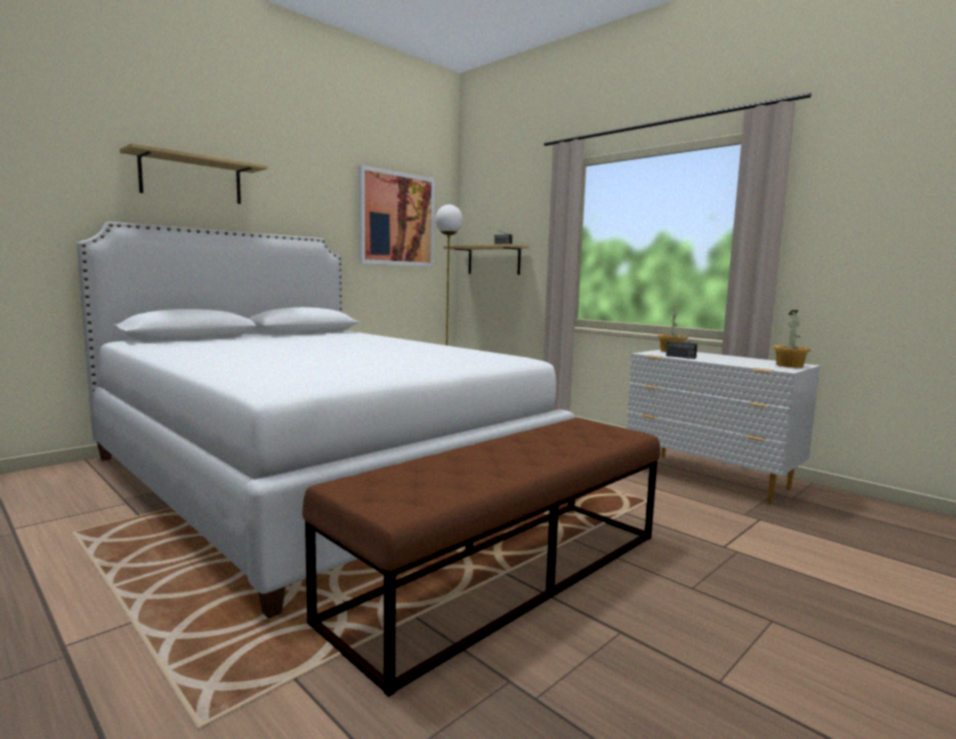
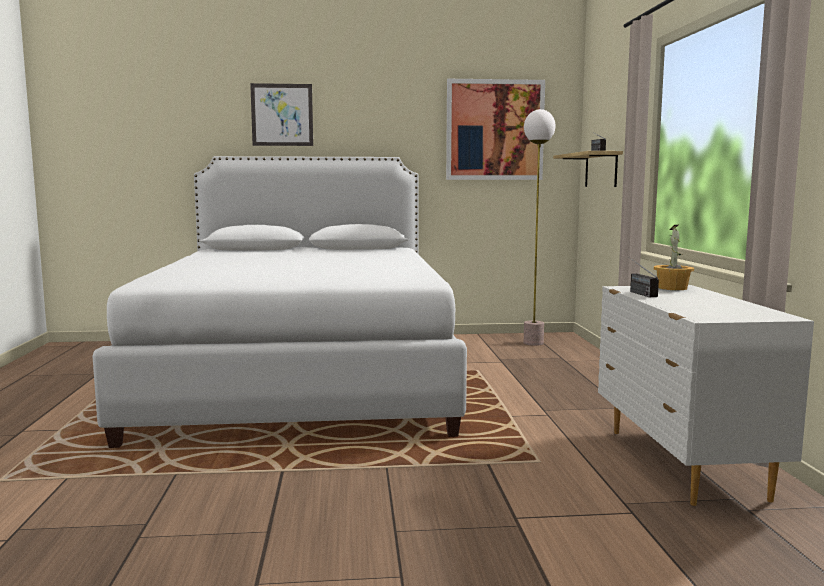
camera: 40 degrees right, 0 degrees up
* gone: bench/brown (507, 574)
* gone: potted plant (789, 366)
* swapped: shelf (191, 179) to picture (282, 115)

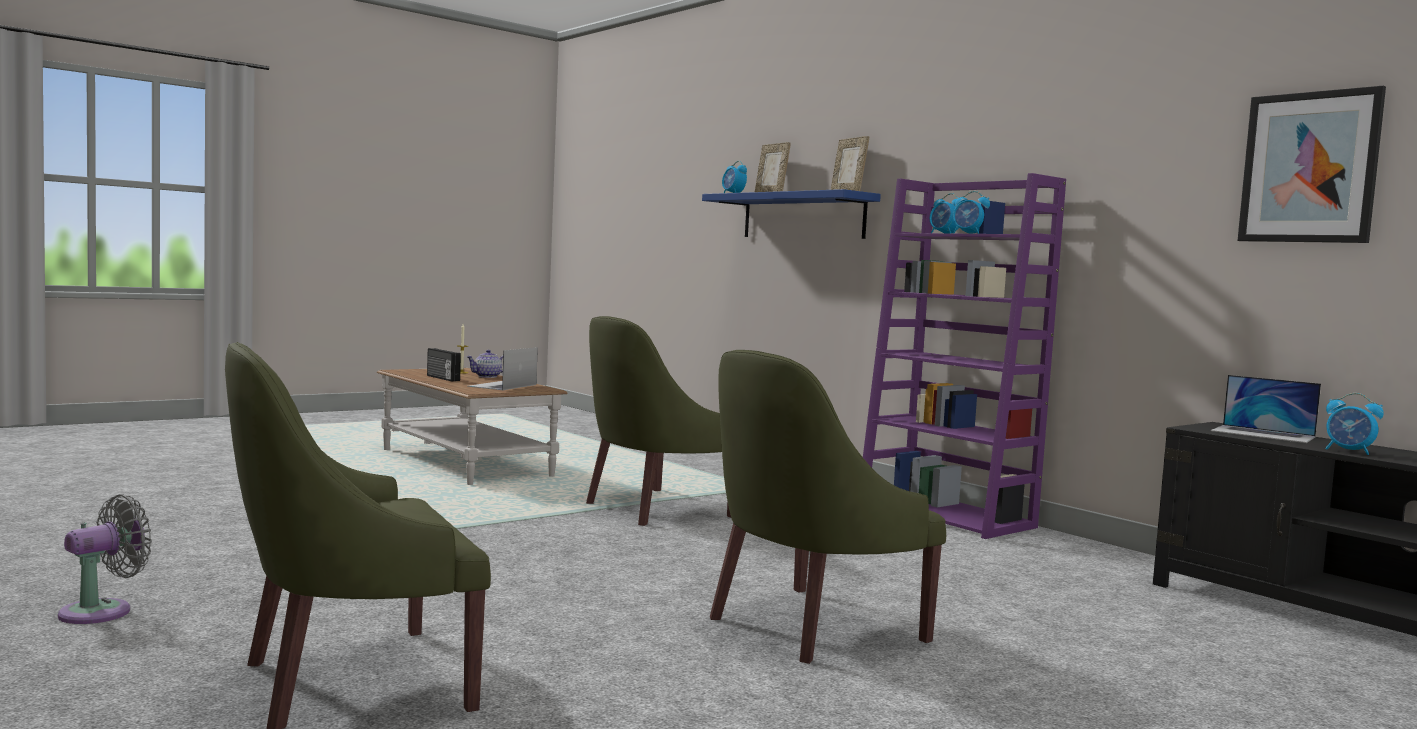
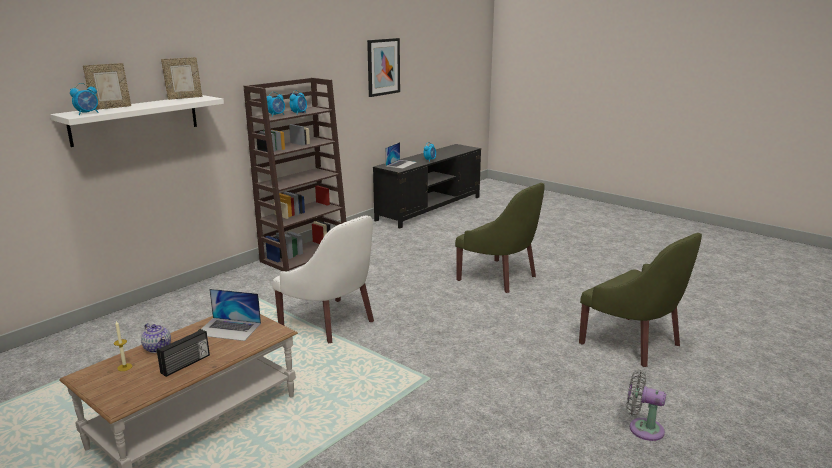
camera: 100 degrees left, 15 degrees up
* repainted: armchair/green (652, 509) to armchair/white (331, 323)
* repainted: shelf/blue (803, 216) to shelf/white (135, 120)
* repainted: bookcase/purple (947, 515) to bookcase/brown (305, 254)

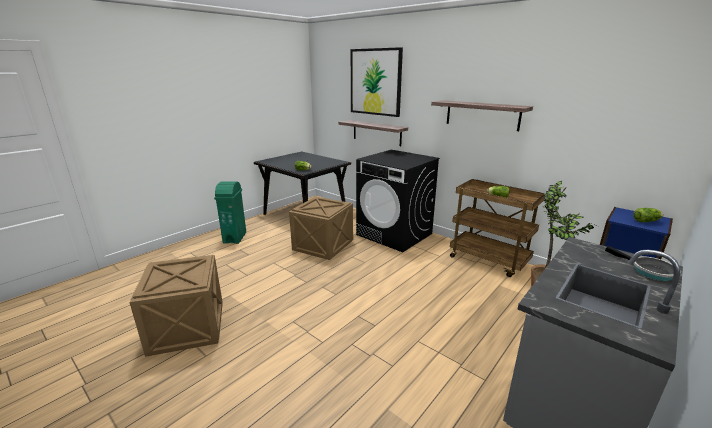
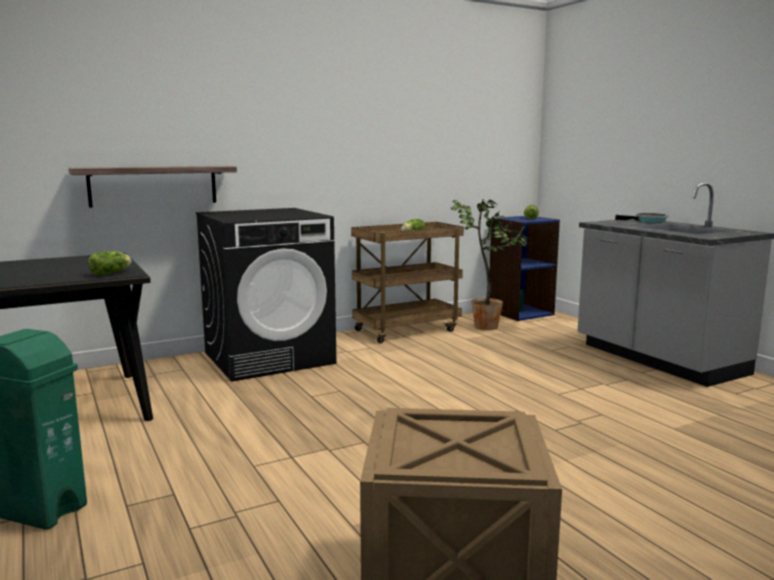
camera: 70 degrees left, 10 degrees down
* gone: crate (323, 245)
* gone: picture (375, 82)
* gone: shelf (482, 115)

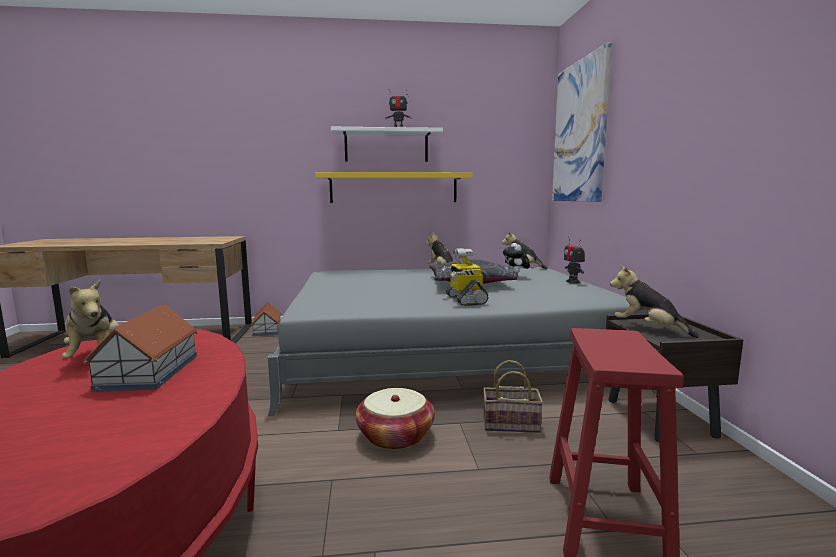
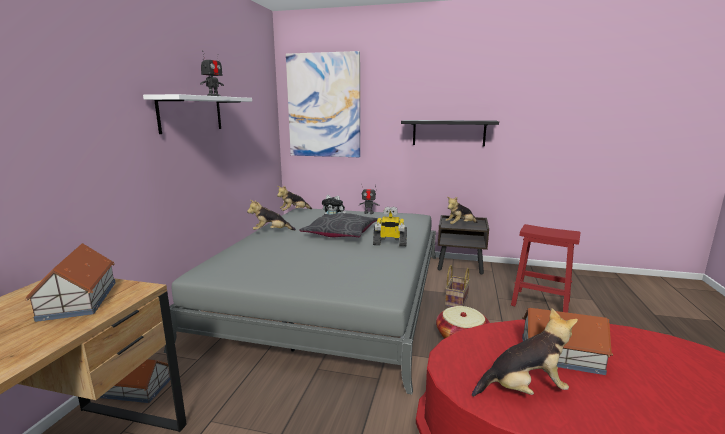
camera: 70 degrees left, 5 degrees up
* gone: shelf/yellow (394, 188)
* new: toy house (79, 299)
* new: shelf/black (448, 133)

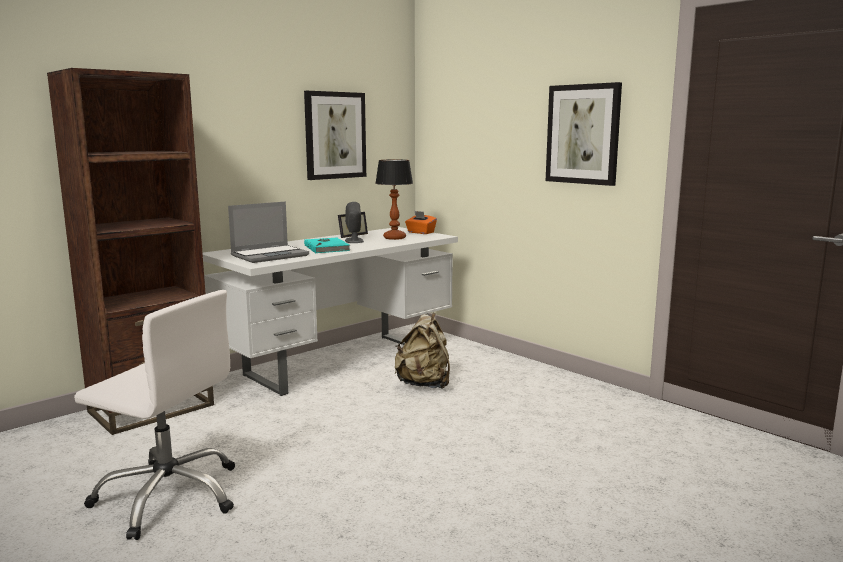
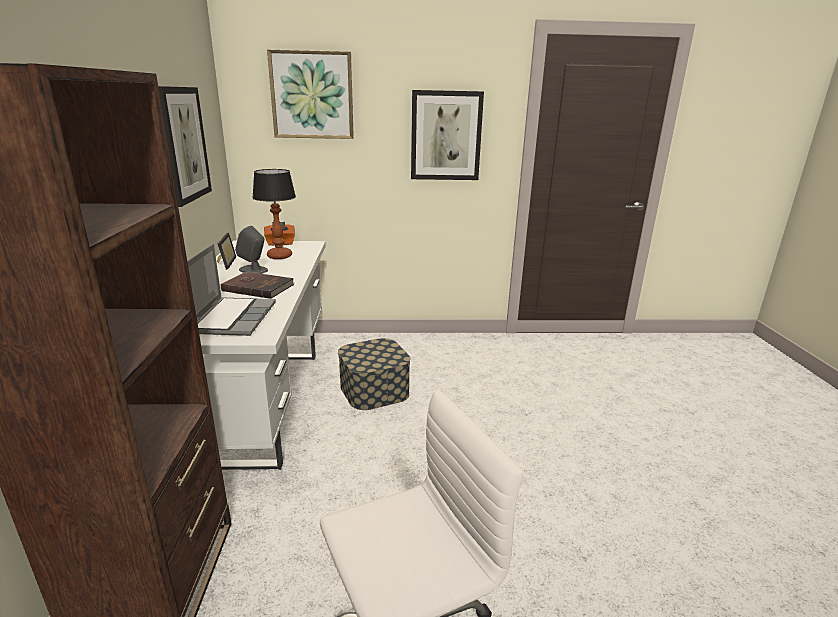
camera: 50 degrees left, 10 degrees up
* new: picture (312, 95)
* swapped: backpack/beige (424, 384) to storage box (374, 390)
* repainted: book/turquoise (327, 248) to book/brown (258, 287)

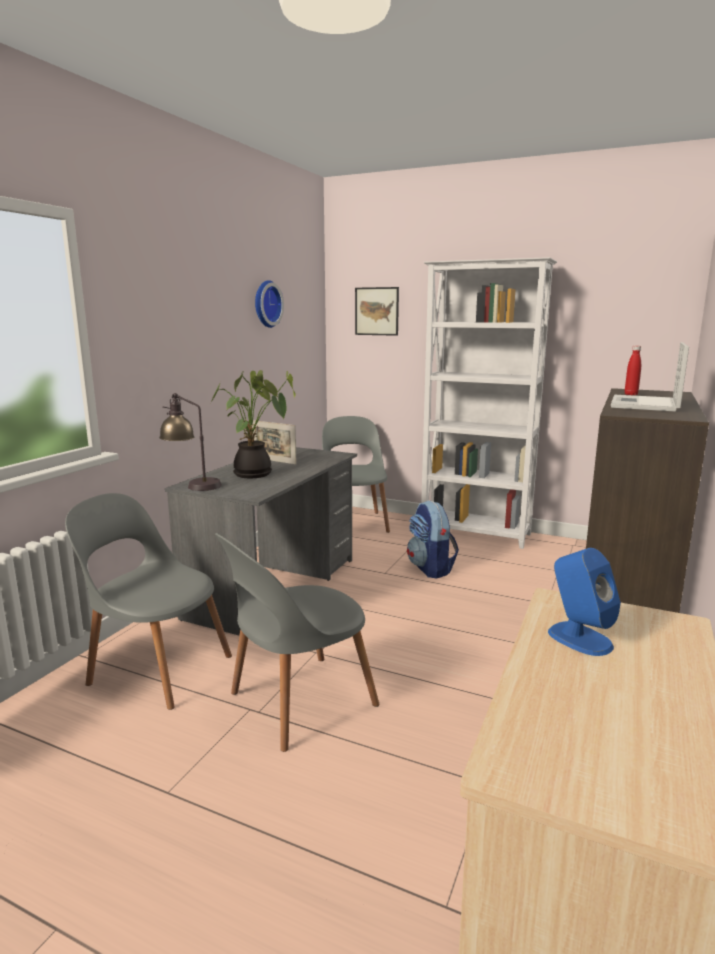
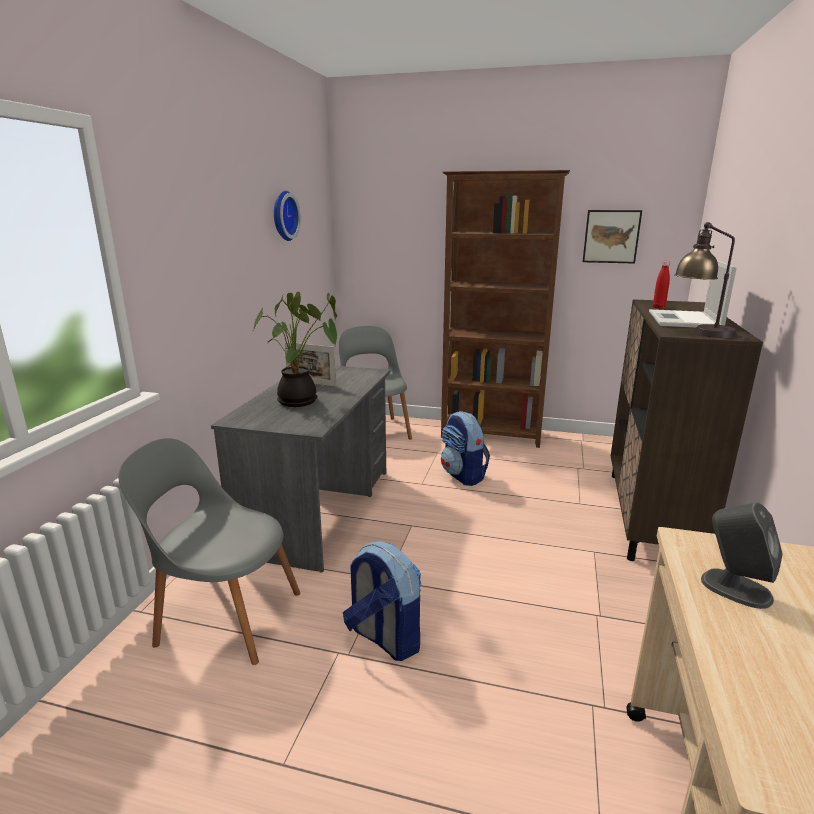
camera: 10 degrees left, 5 degrees up
* shifted: table lamp (192, 485) to (700, 333)
* shifted: picture (376, 311) to (611, 236)
* swapped: chair/grey (297, 702) to backpack (384, 638)
* repainted: bookcase/white (476, 534) to bookcase/brown (492, 435)
* repainted: speaker/blue (579, 638) to speaker/grey (735, 588)

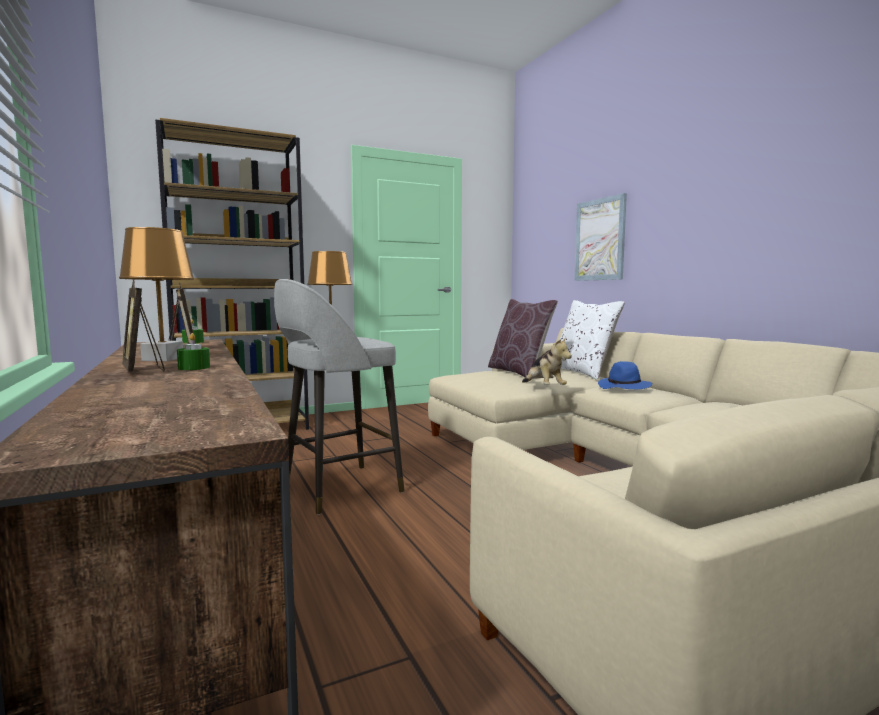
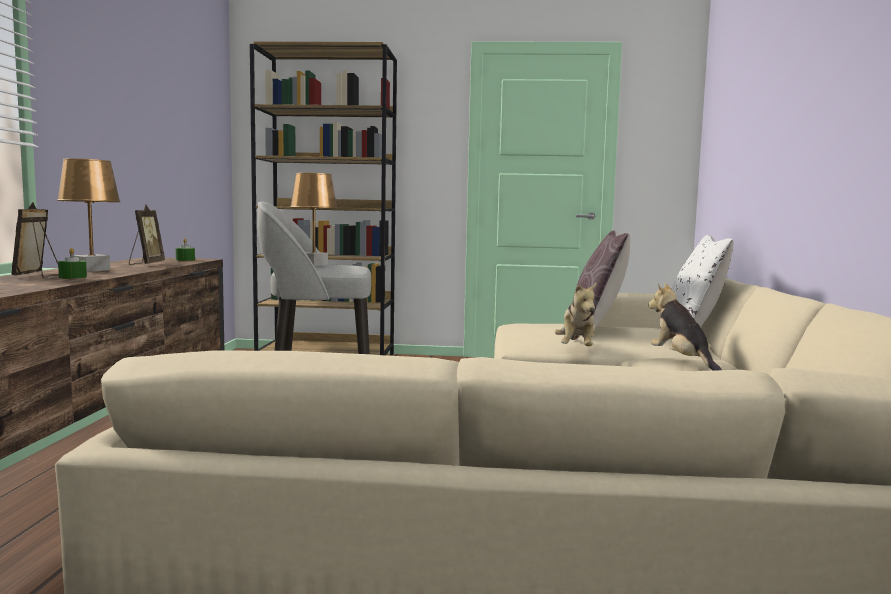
camera: 30 degrees right, 0 degrees up
* gone: picture (600, 239)
* swapped: hat/blue (624, 387) to plush toy (682, 361)

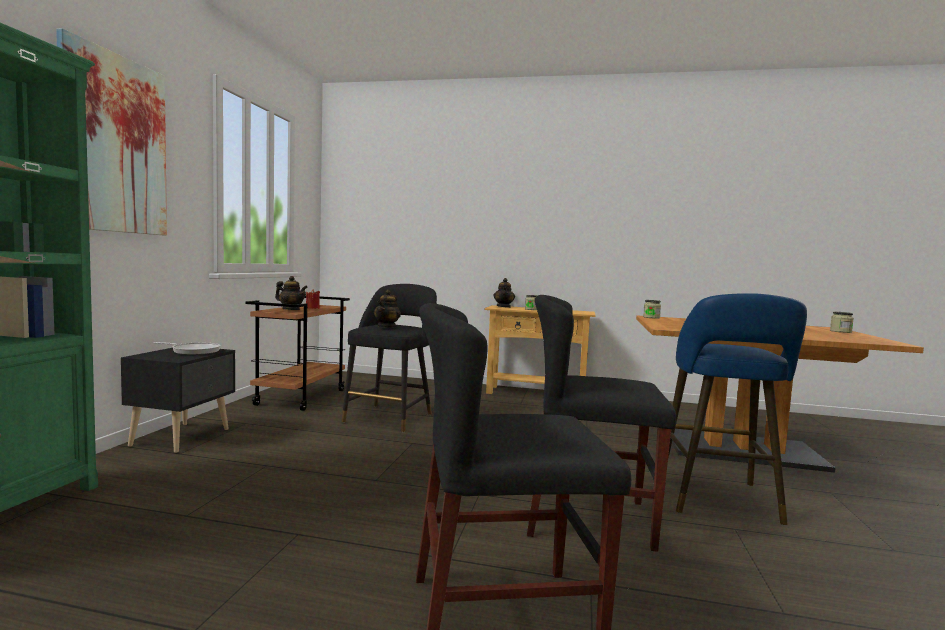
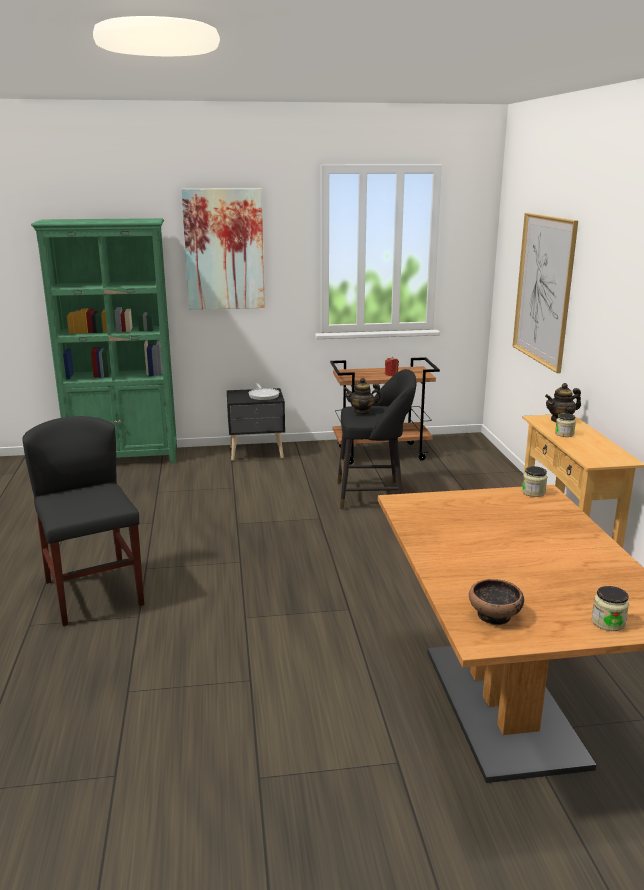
camera: 70 degrees right, 15 degrees up
* gone: teapot (291, 309)
* gone: chair/black (588, 518)
* gone: stool/blue (719, 501)
* new: bowl (495, 615)
* new: picture (544, 290)

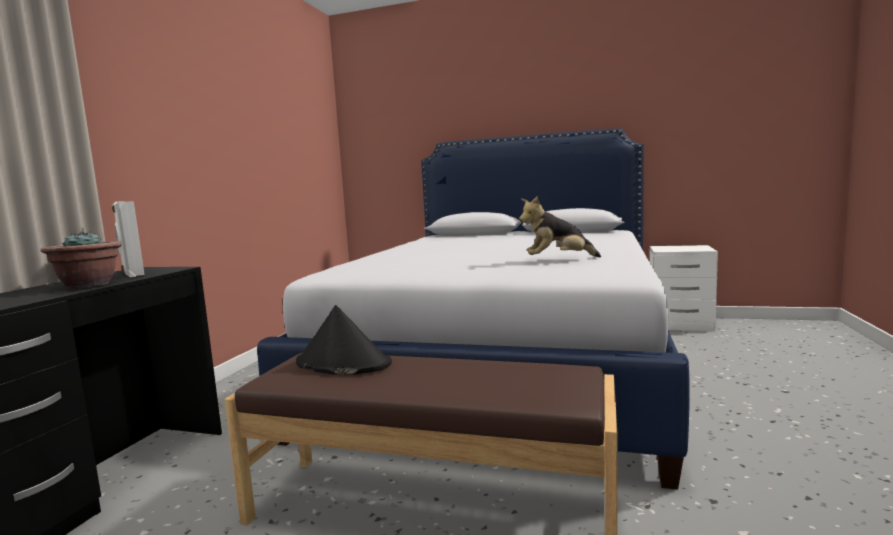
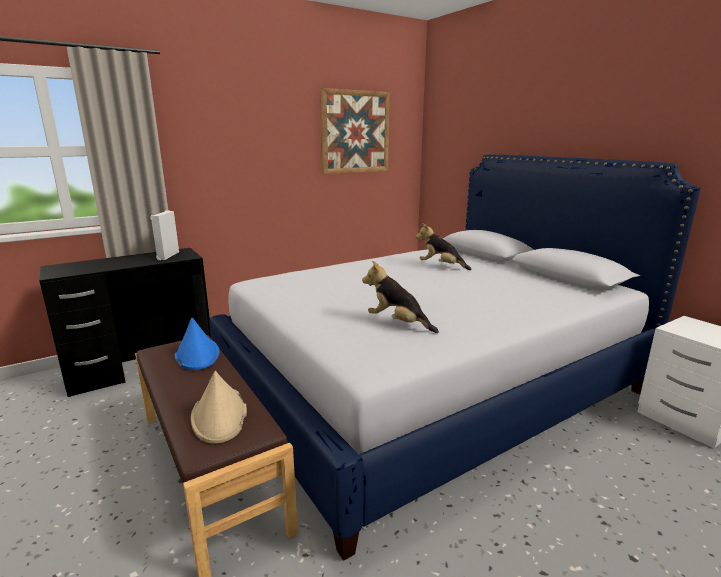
camera: 40 degrees right, 10 degrees up
* gone: potted plant (88, 285)
* new: hat/beige (219, 416)
* new: picture (355, 132)
* new: plush toy (441, 266)
* repainted: hat/black (342, 363) to hat/blue (197, 354)

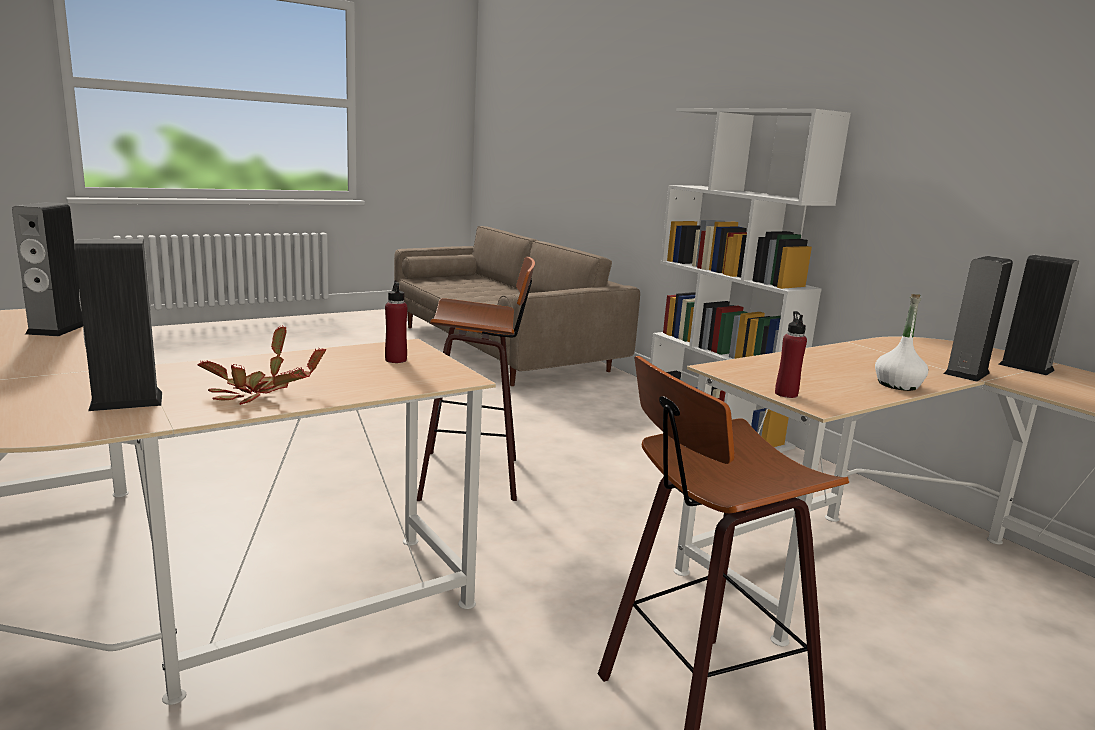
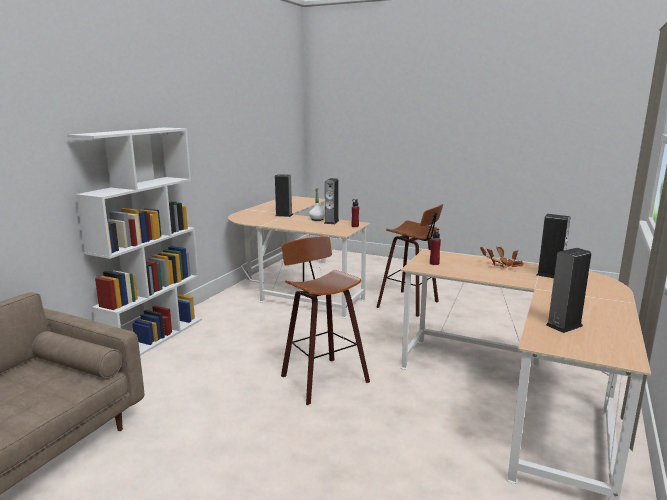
camera: 120 degrees left, 0 degrees up
* shifted: speaker (1026, 367) to (331, 222)

